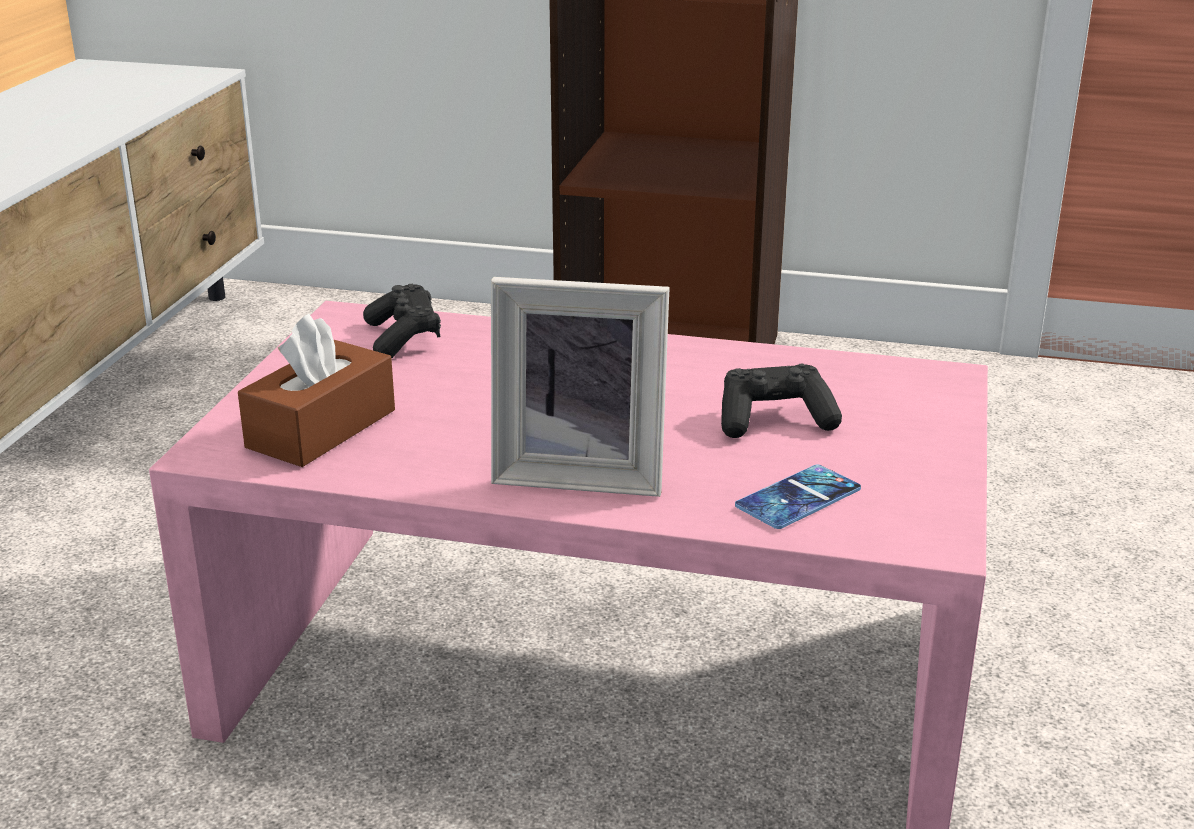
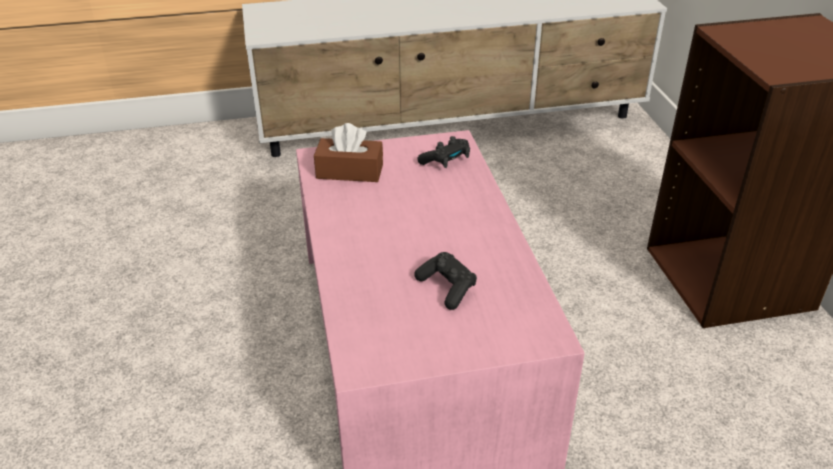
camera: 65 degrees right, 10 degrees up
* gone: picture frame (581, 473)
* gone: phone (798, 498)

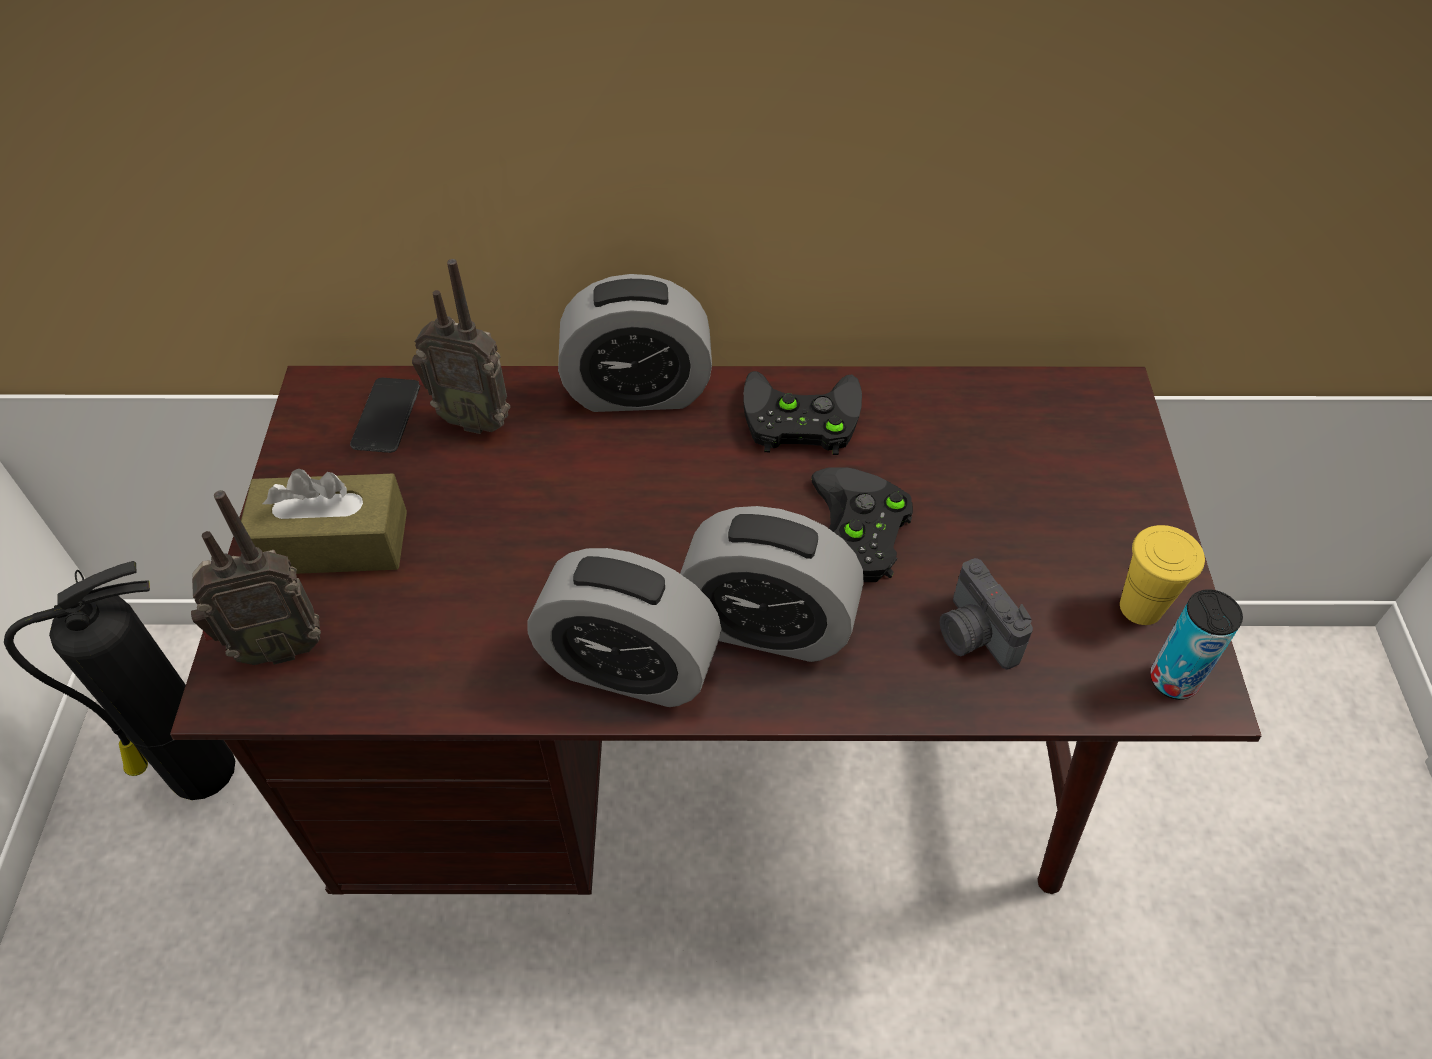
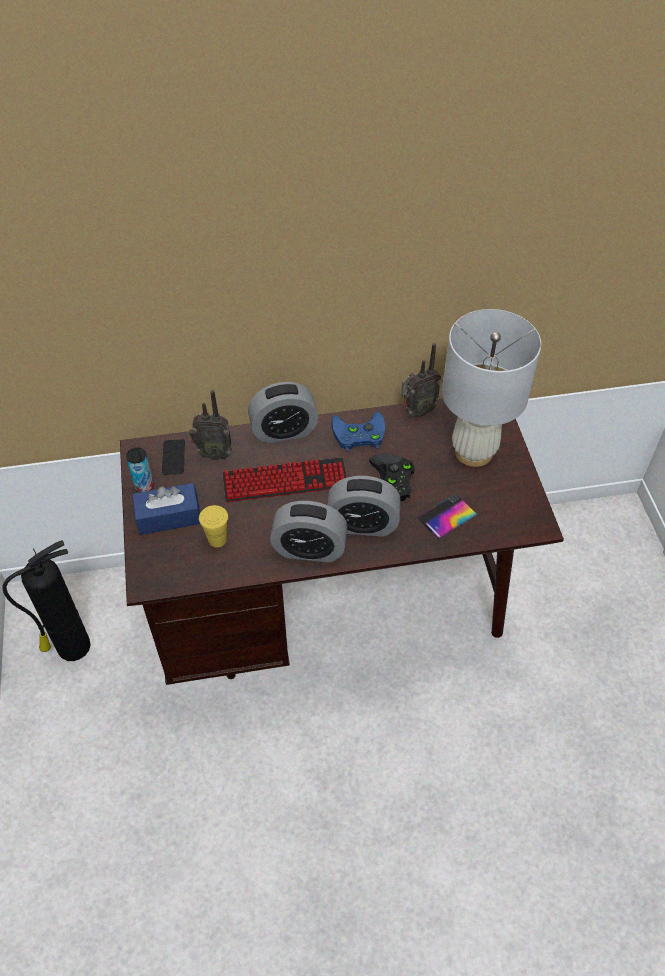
camera: 10 degrees left, 0 degrees up
* new: keyboard (285, 481)
* new: table lamp/white (473, 452)
* shifted: radio (277, 646) to (416, 412)
* shifted: cup/yellow (1140, 607) to (217, 540)
* shifted: can (1173, 680) to (144, 486)
* swapped: photo camera (973, 635) to phone (447, 516)
* repainted: tissue box/brown (333, 543) to tissue box/blue (168, 516)
* repainted: game controller/black (797, 420) to game controller/blue (357, 435)

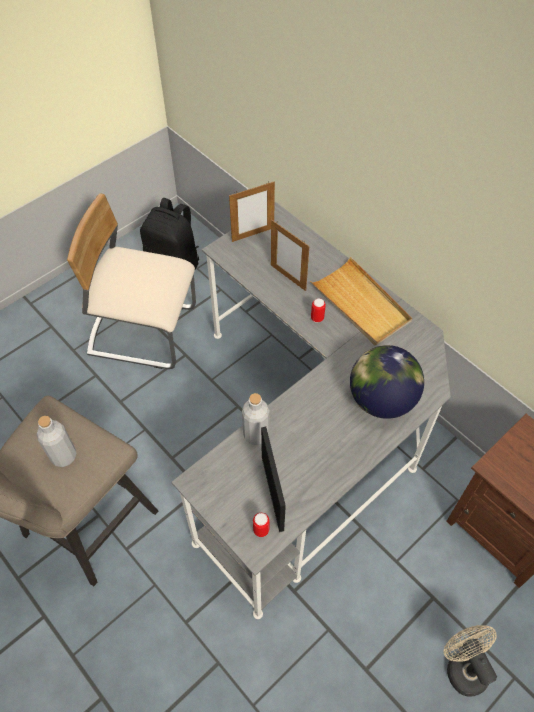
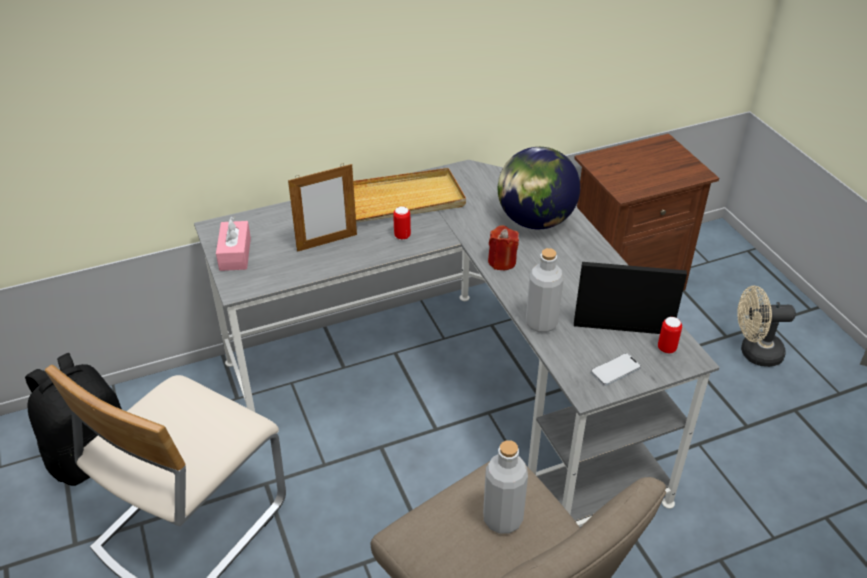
camera: 70 degrees left, 15 degrees down
* new: candle/red (502, 261)
* new: phone (615, 370)
* swapped: picture frame (253, 234) to tissue box/pink (235, 254)

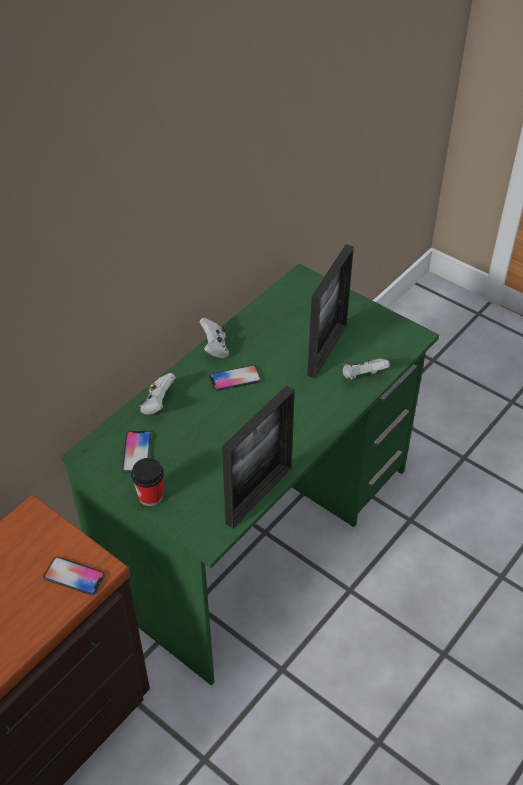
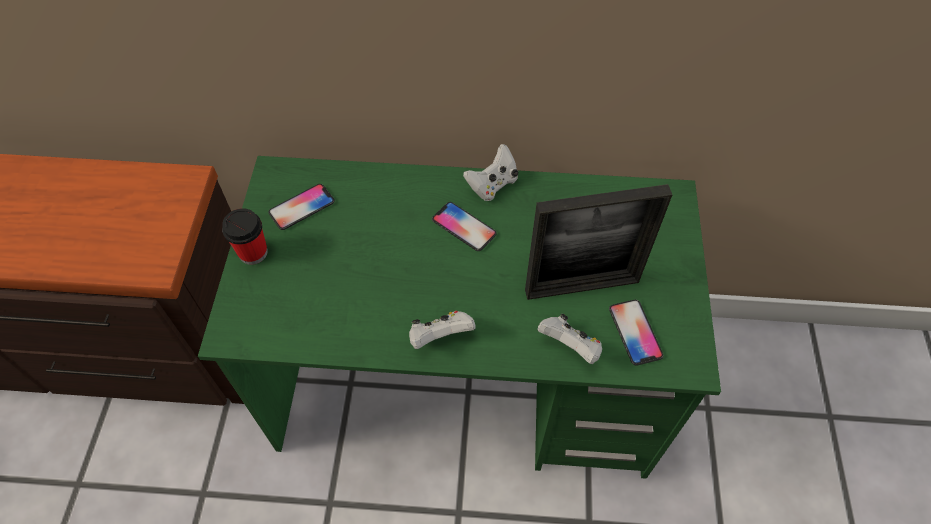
camera: 55 degrees right, 10 degrees up
* gone: picture frame (259, 495)
* shifted: phone (74, 576) to (635, 332)
* shifted: game controller/white (158, 404) to (440, 337)

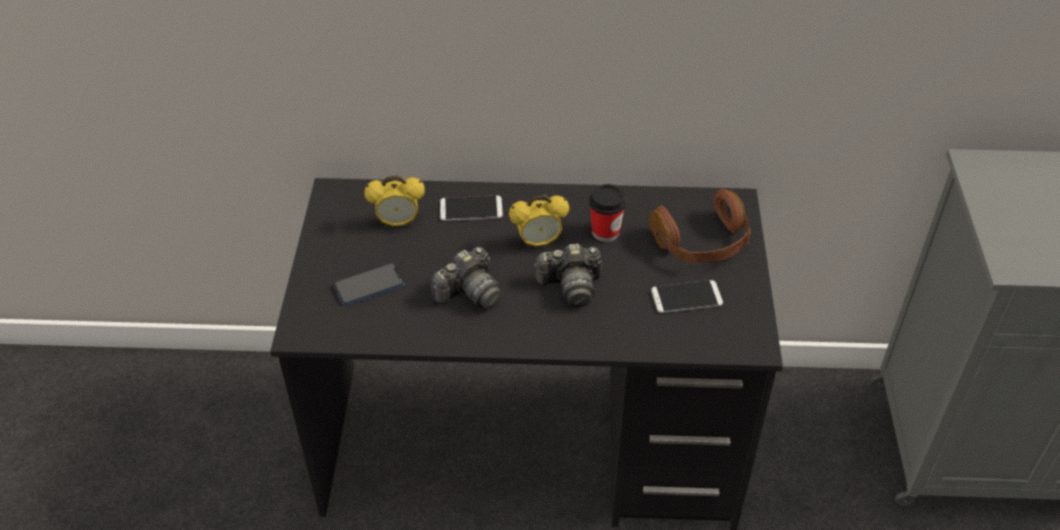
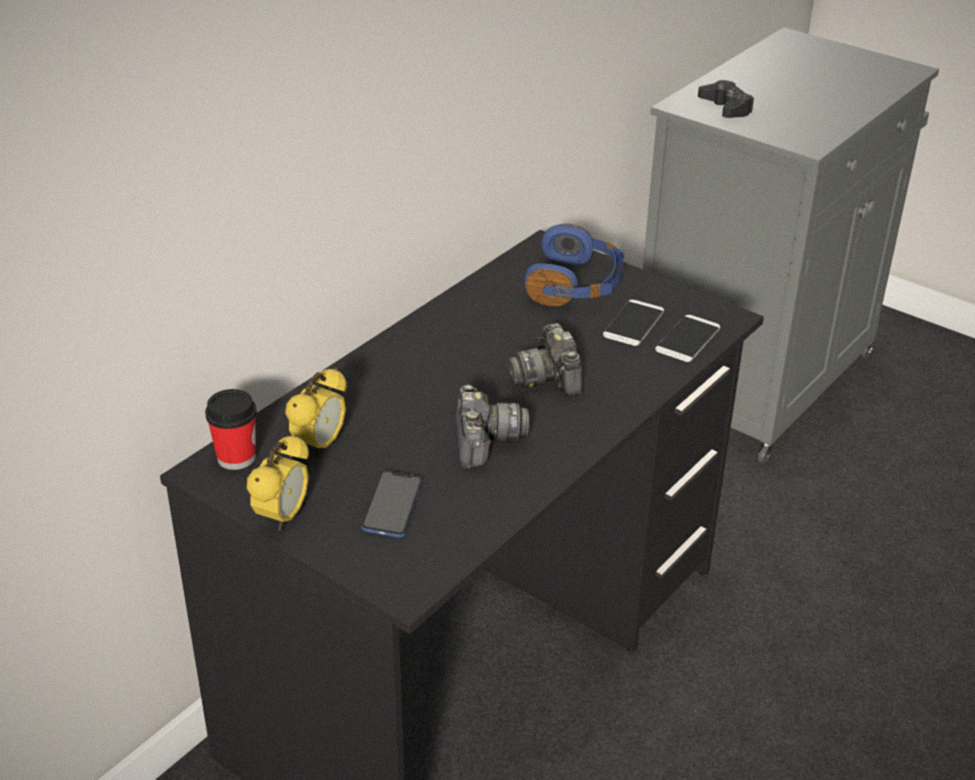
camera: 55 degrees left, 10 degrees down
* new: game controller/black (726, 107)
* shifted: phone (471, 209) to (687, 339)
* shifted: alarm clock (539, 243) to (283, 517)
* shifted: cup (605, 232) to (236, 457)
* repainted: headphones/brown (702, 243) to headphones/blue (576, 285)
* rotated: photo camera (571, 286) = (547, 378) 135 degrees clockwise

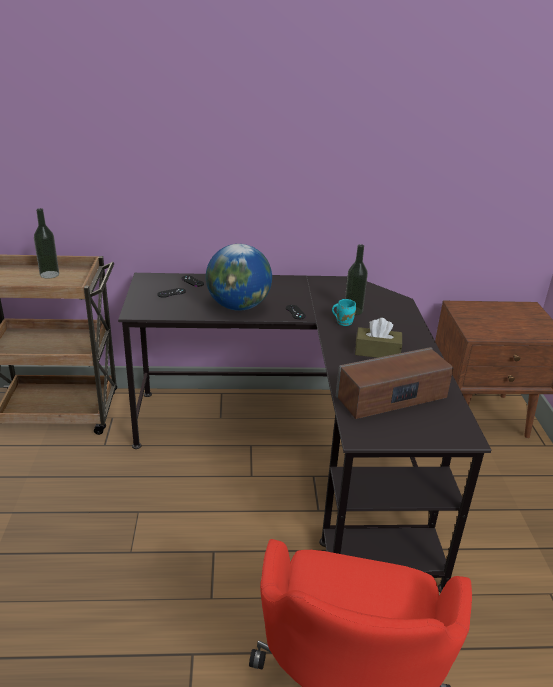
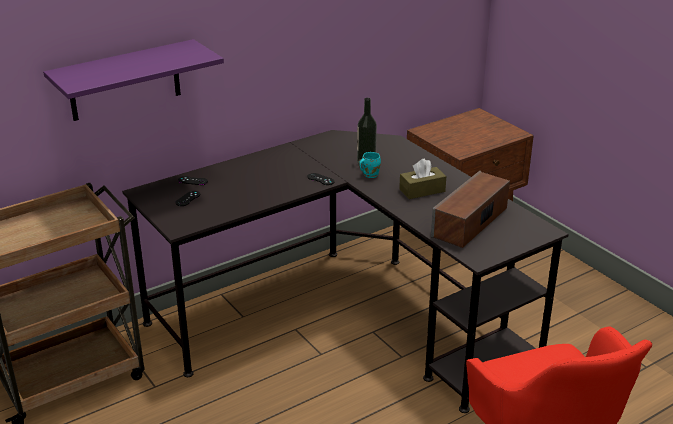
camera: 30 degrees left, 0 degrees up
* gone: bottle (49, 274)
* gone: globe (238, 306)
* new: shelf/purple (124, 81)

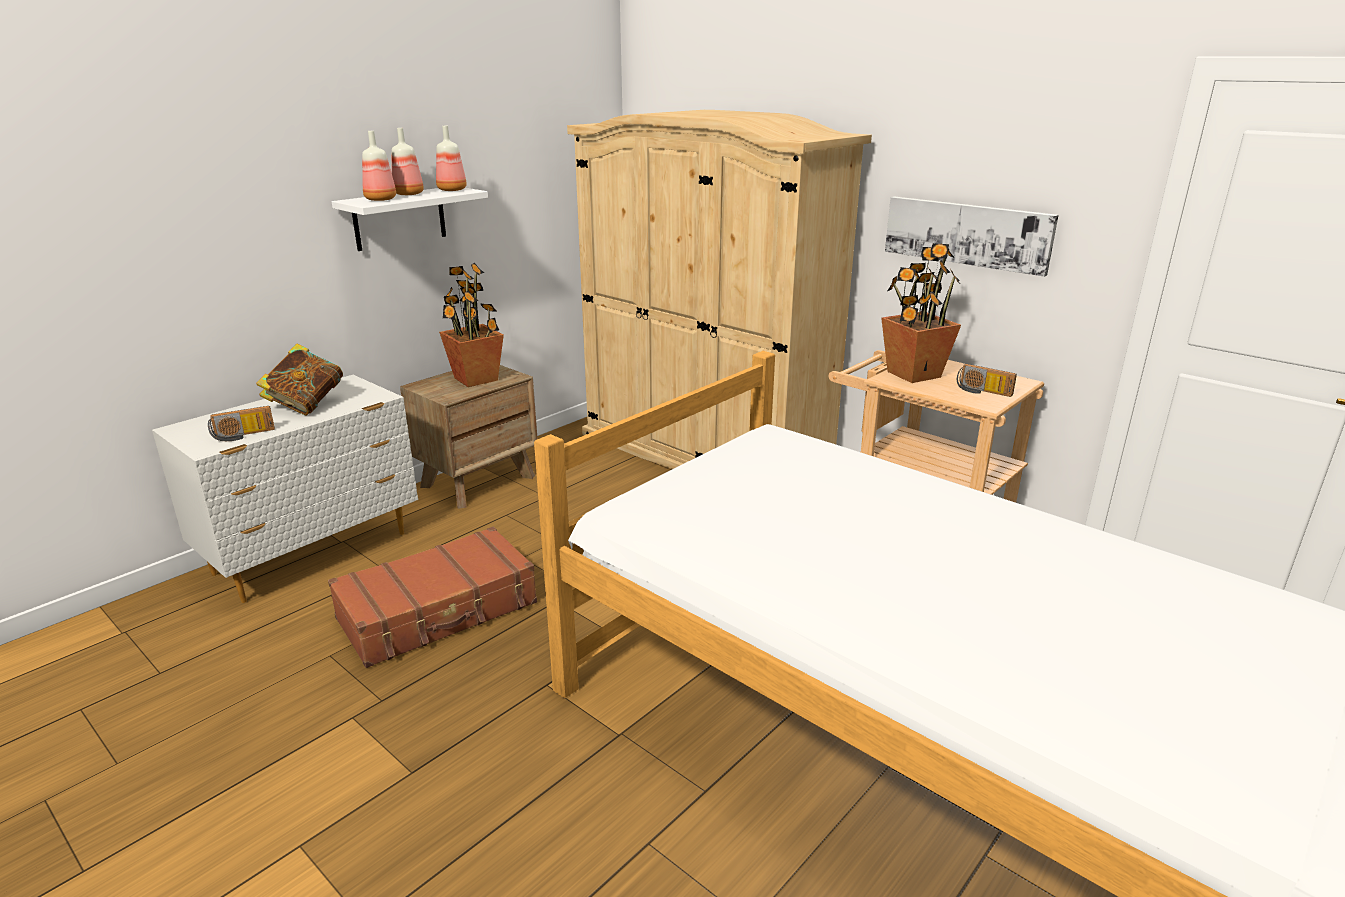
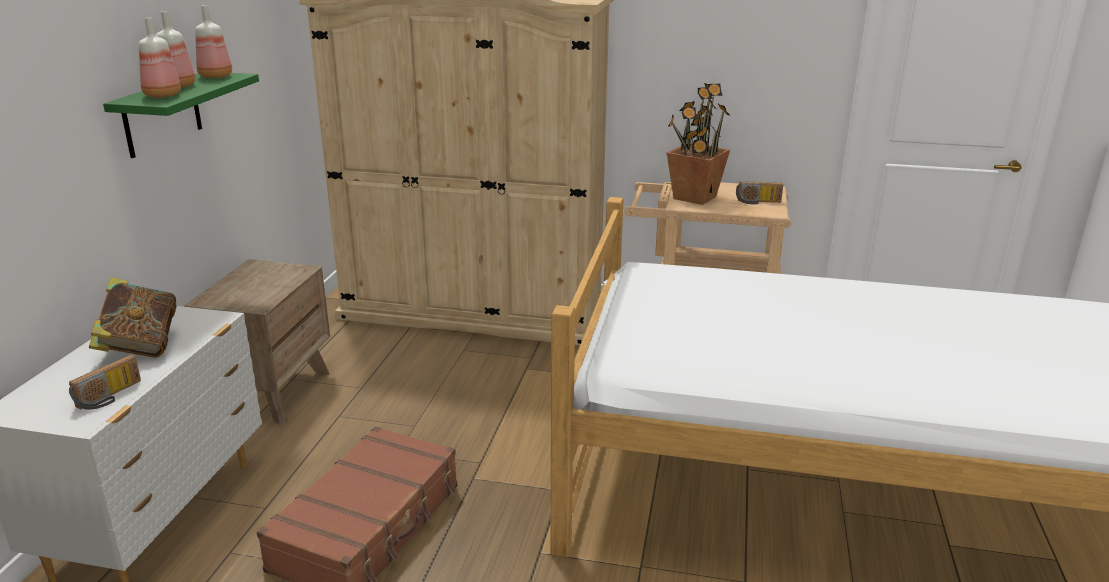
camera: 30 degrees left, 0 degrees up
* gone: potted plant (475, 379)
* gone: picture (967, 234)
* repainted: shelf/white (399, 218) to shelf/green (162, 114)

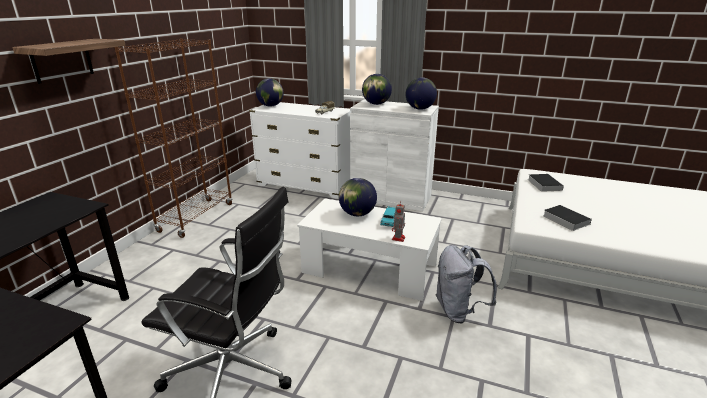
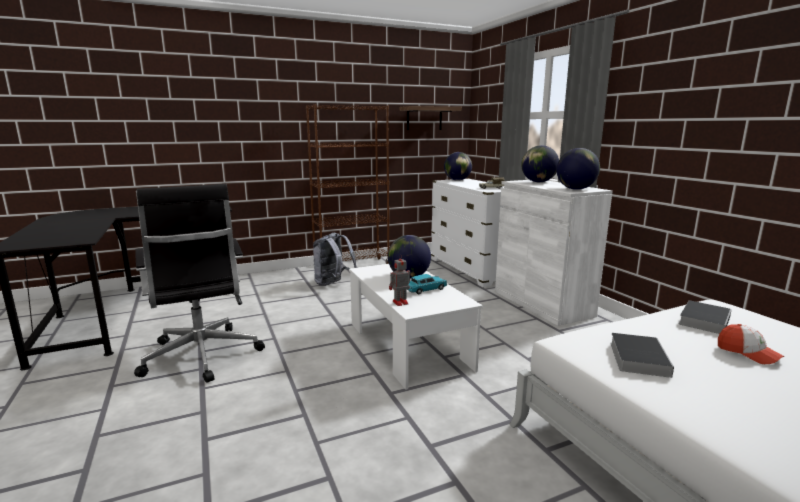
camera: 45 degrees right, 10 degrees down
* new: cap (747, 353)
* shifted: shelf (62, 60) to (424, 118)
* shifted: backpack/grey (459, 311) to (333, 283)

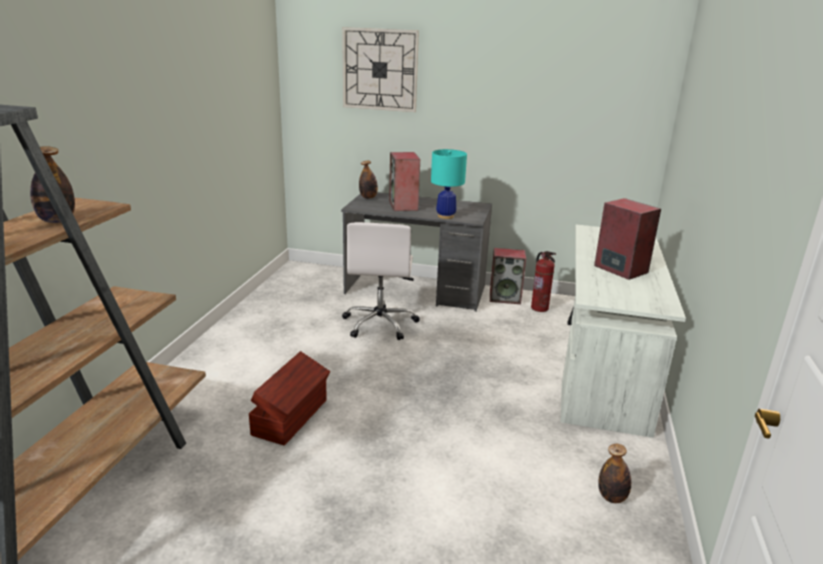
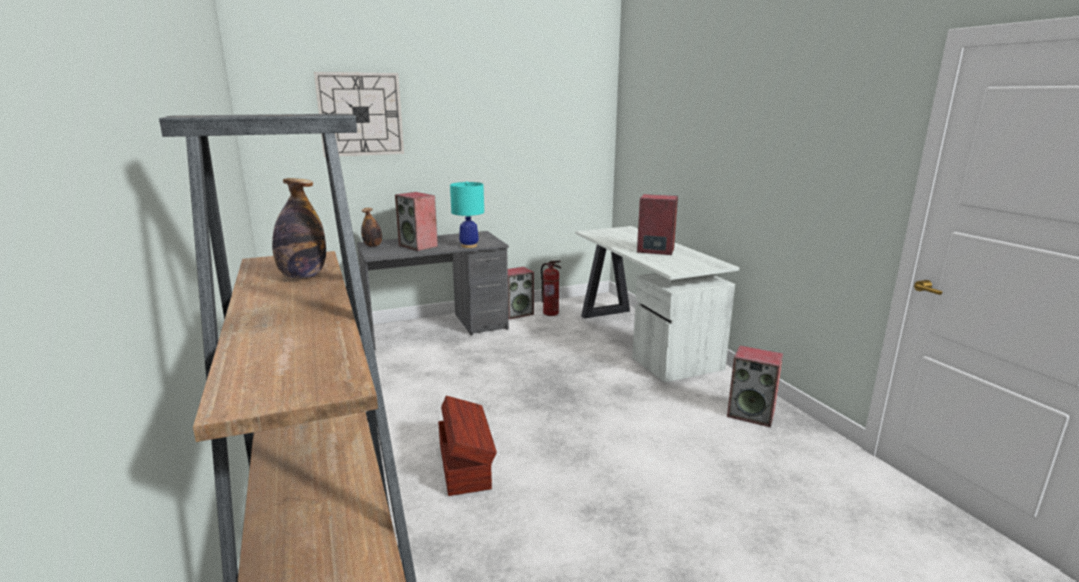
camera: 35 degrees left, 5 degrees down
* gone: office chair/white (380, 324)
* swapped: bottle (612, 497) to speaker (751, 414)

